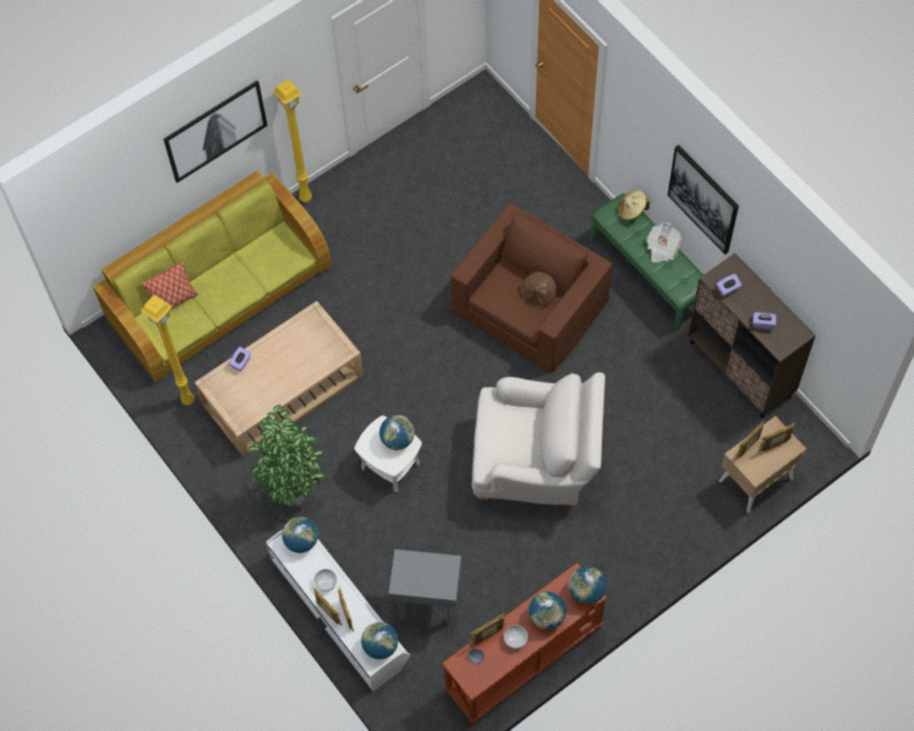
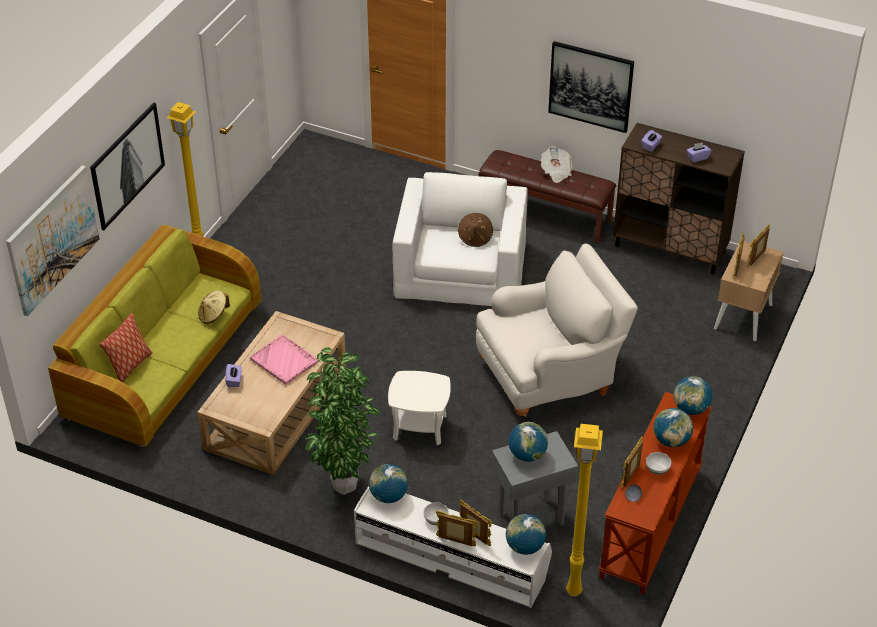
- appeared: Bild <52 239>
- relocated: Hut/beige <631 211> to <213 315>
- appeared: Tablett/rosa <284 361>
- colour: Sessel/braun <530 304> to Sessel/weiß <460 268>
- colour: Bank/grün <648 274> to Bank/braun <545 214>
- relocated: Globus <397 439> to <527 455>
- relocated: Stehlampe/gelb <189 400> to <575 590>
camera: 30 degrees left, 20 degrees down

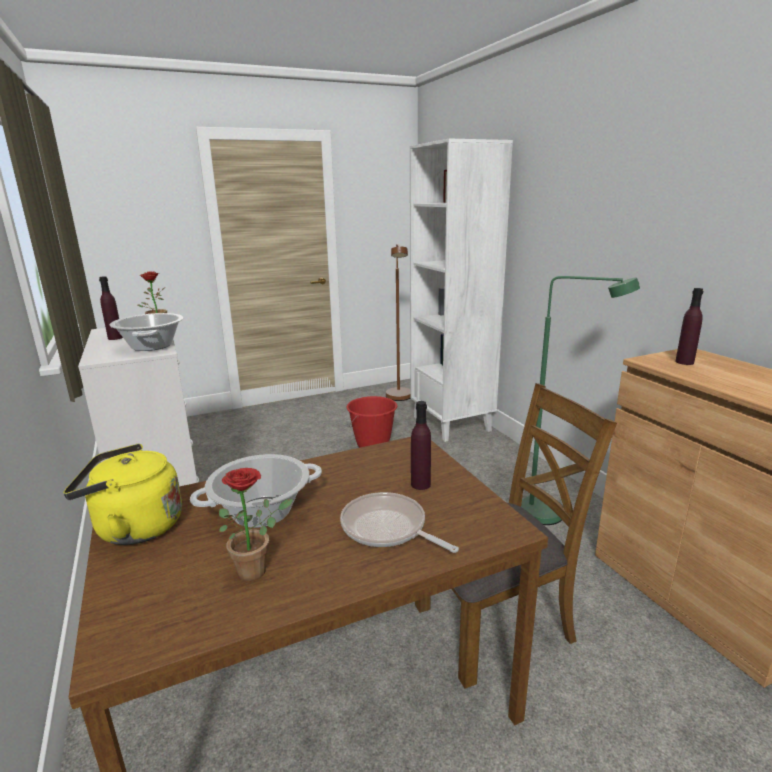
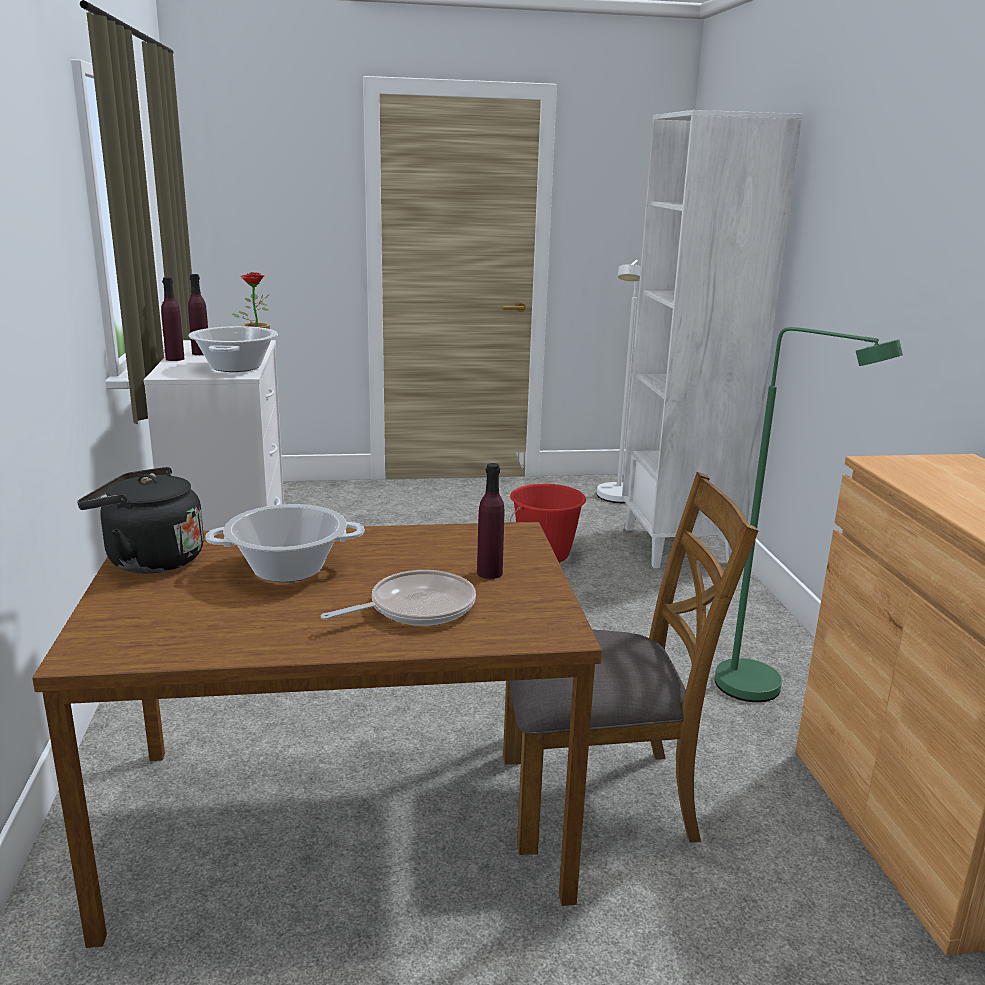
- colour: Wasserkessel/gelb <134 528> to Wasserkessel/schwarz <149 560>
- relocated: Flasche/lila <684 362> to <175 359>
- spun: Pfanne <387 528> = <416 608> 90 degrees clockwise
- colour: Stehlampe/braun <399 399> to Stehlampe/weiß <616 500>
- missing: Topfpflanze <258 569>
camera: 15 degrees right, 0 degrees up

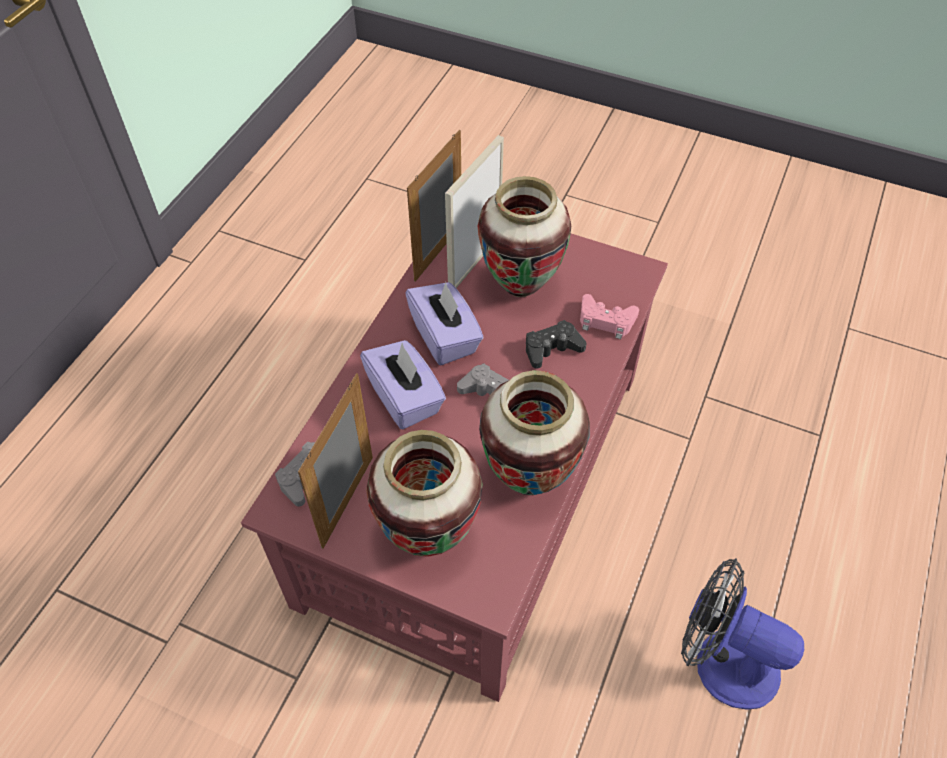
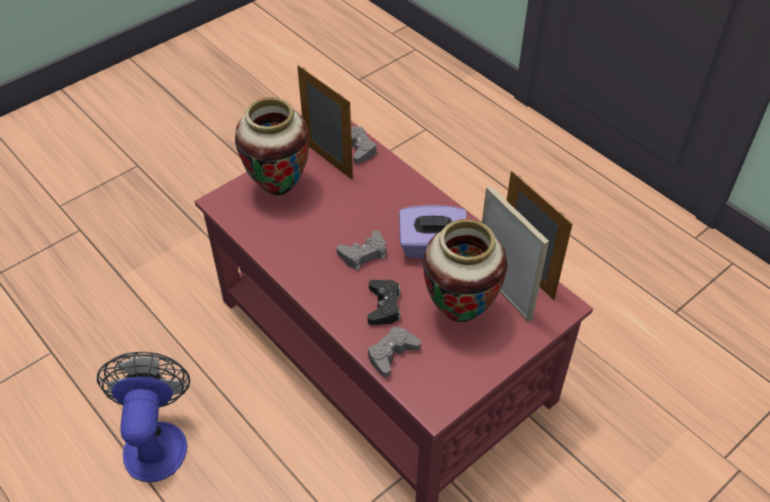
- spun: Ventilator <722 660> = <156 440> 60 degrees counterclockwise
- colour: Gamepad/rosa <606 321> to Gamepad/grau <392 354>
- missing: Taschentuchbox/lila <405 398>
- missing: Vase <529 479>
camera: 115 degrees right, 5 degrees down

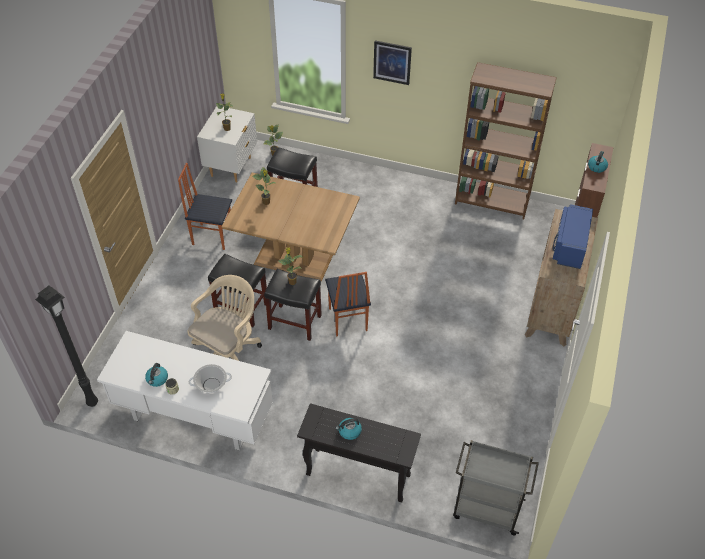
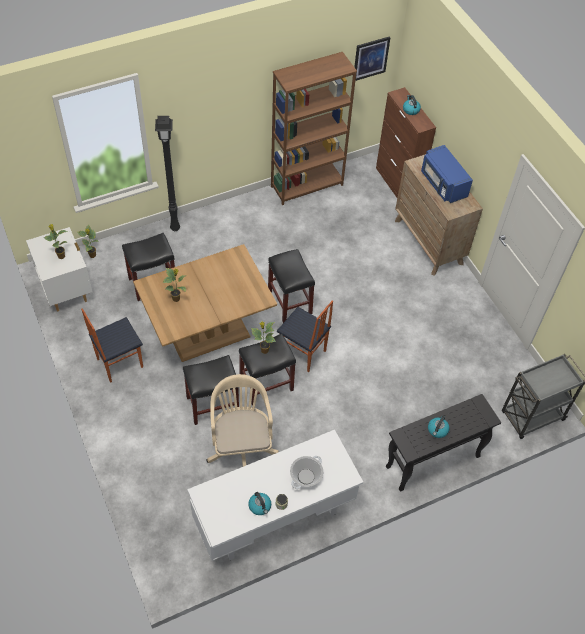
- relocated: Stehlampe/schwarz <93 402> to <175 228>
- appeared: Hocker/schwarz <290 302>
- relocated: Bild <392 62> to <371 58>
camera: 45 degrees left, 5 degrees up

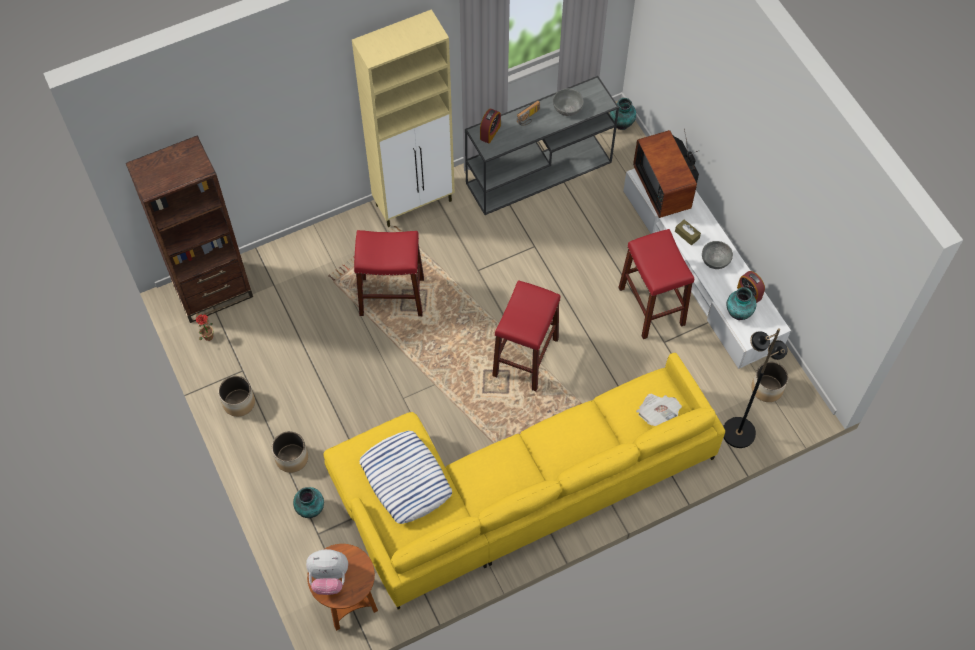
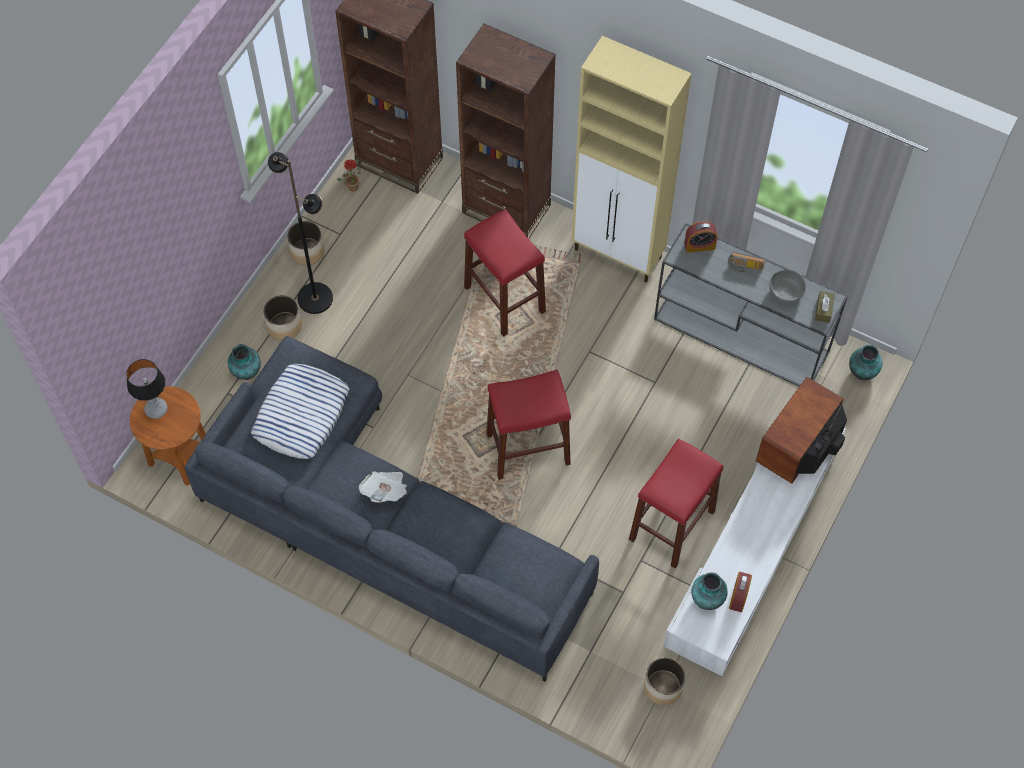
- exchanged: Plüschtier <329 577> to Tischlampe <156 409>
- colour: Sofa/gelb <513 489> to Sofa/grau <382 522>
- relocated: Stehlampe/schwarz <738 432> to <315 298>
- relocated: Zeitung <657 413> to <385 491>
- appeared: Bücherregal/braun <506 209>
- relocated: Taschentuchbox/braun <687 235> to <823 310>
- missing: Schüssel/grau <715 260>
camera: 55 degrees right, 0 degrees up

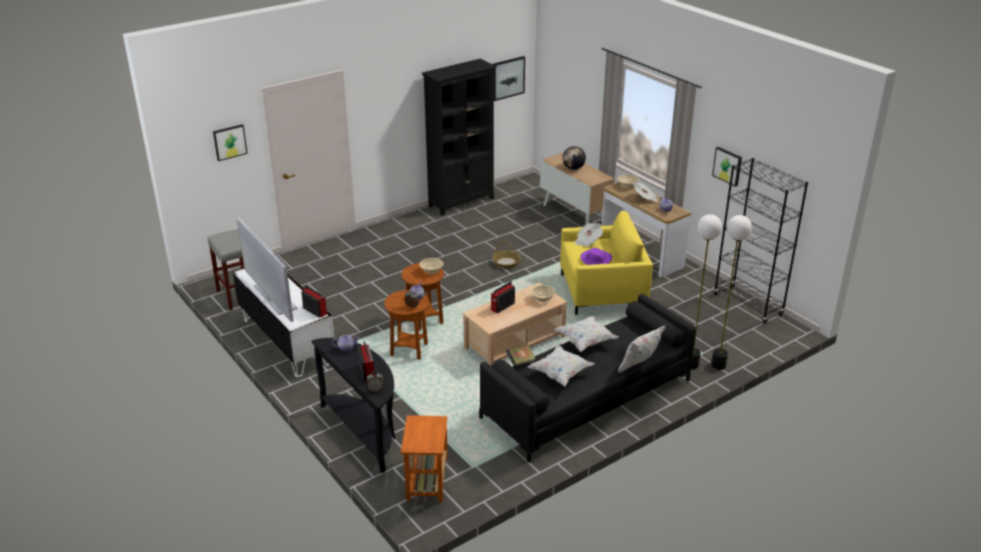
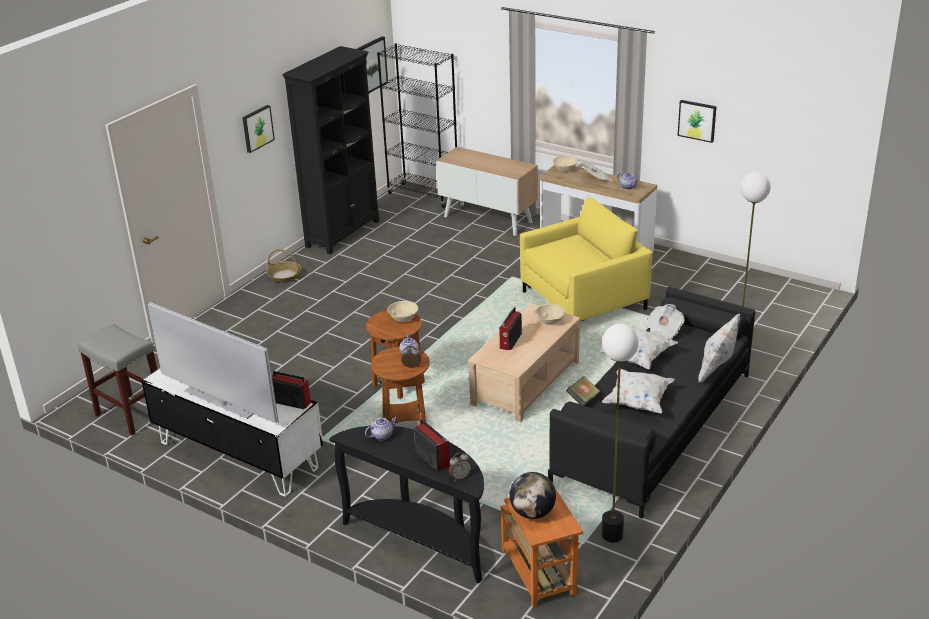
- relocated: Bild <229 142> to <257 128>
- relocated: Korb <506 262> to <284 276>
- relocated: Bücherregal/schwarz <748 305> to <423 196>
- relocated: Globus <573 168> to <532 513>
- relocated: Stehlampe <718 365> to <612 535>
- relocated: Zeitung <587 241> to <663 332>
- missing: Hut/lila <595 259>
camera: 20 degrees left, 0 degrees up

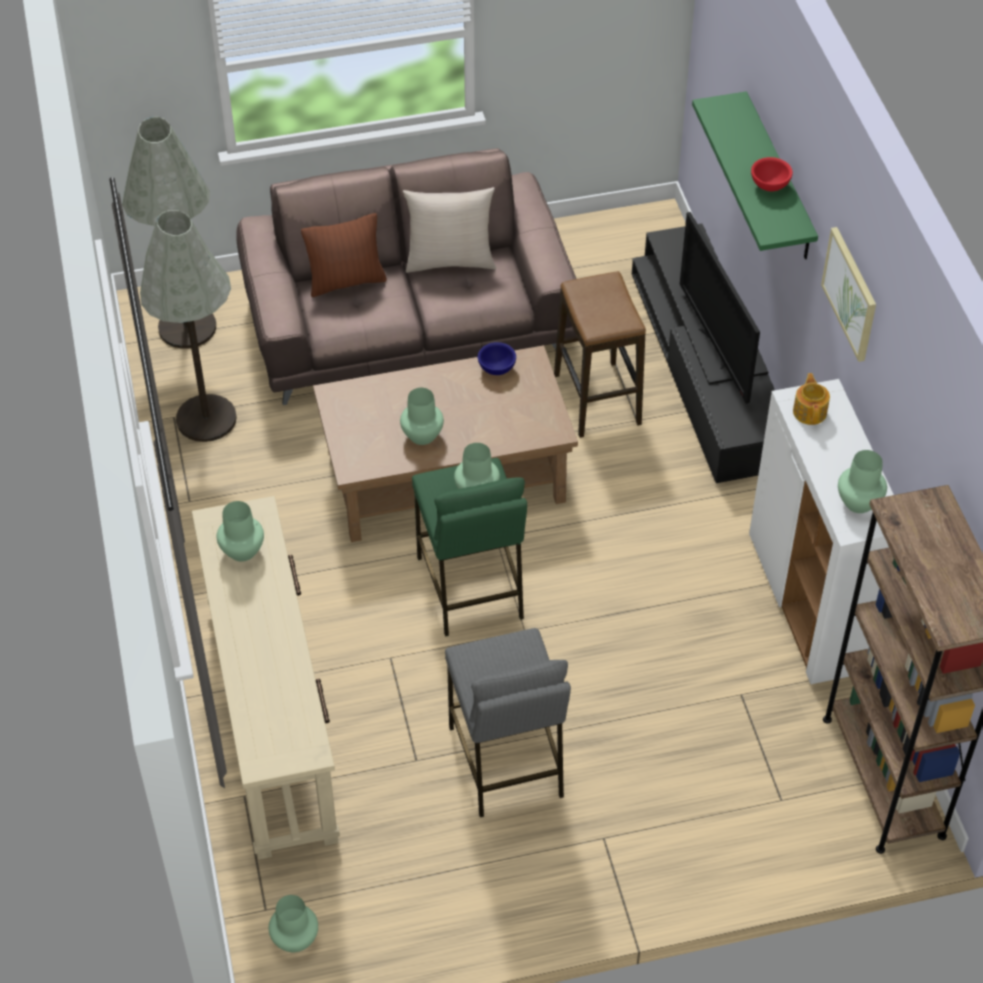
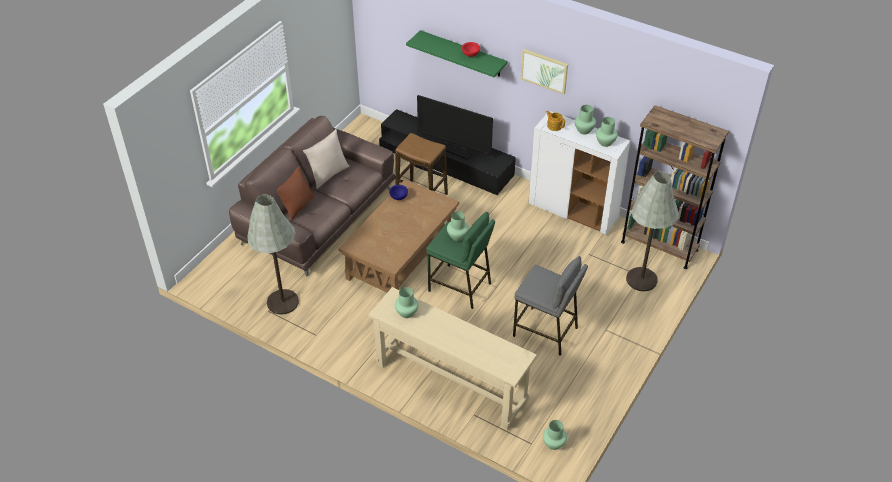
- relocated: Vase/grün <423 435> to <584 130>
- relocated: Stehlampe/grau <187 327> to <641 279>
camera: 45 degrees left, 5 degrees down

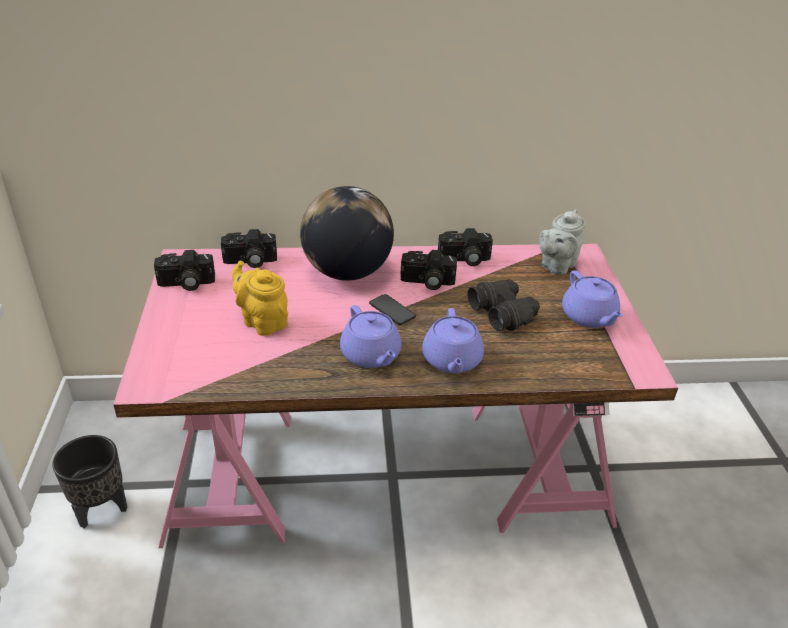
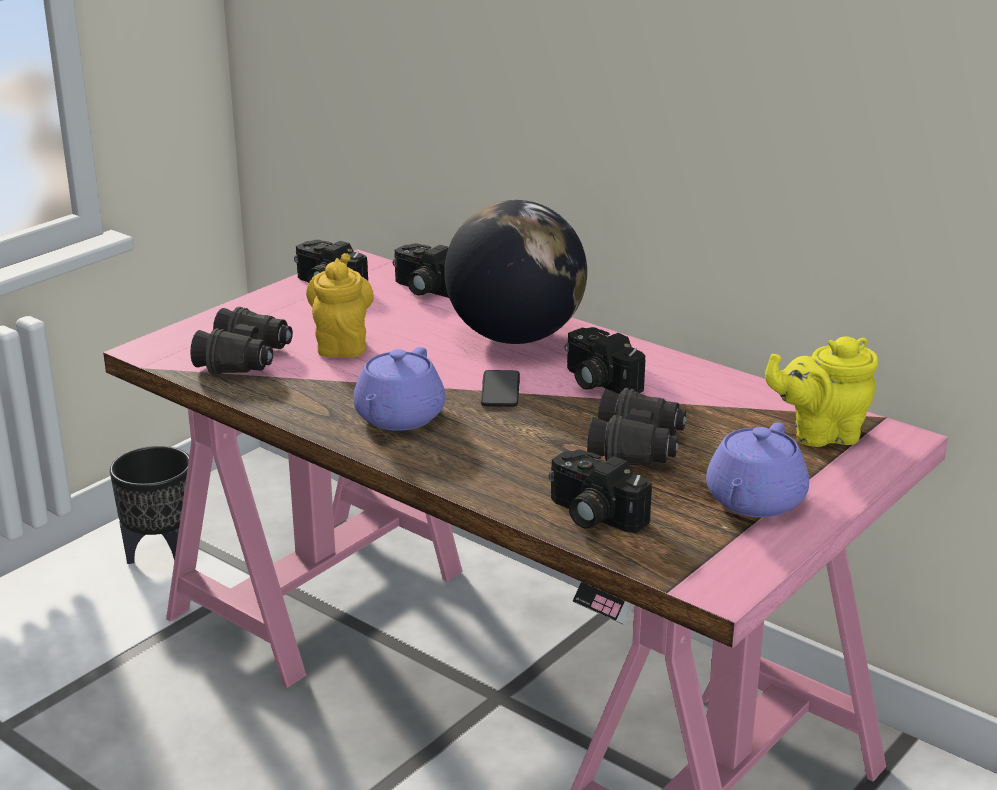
- appeared: Fernglas/schwarz <246 359>
- relocated: Kamera <464 260> to <591 515>
- colour: Teekanne/grau <556 266> to Teekanne/gelb <820 434>
- missing: Teekanne/lila <451 361>
camera: 45 degrees right, 10 degrees down

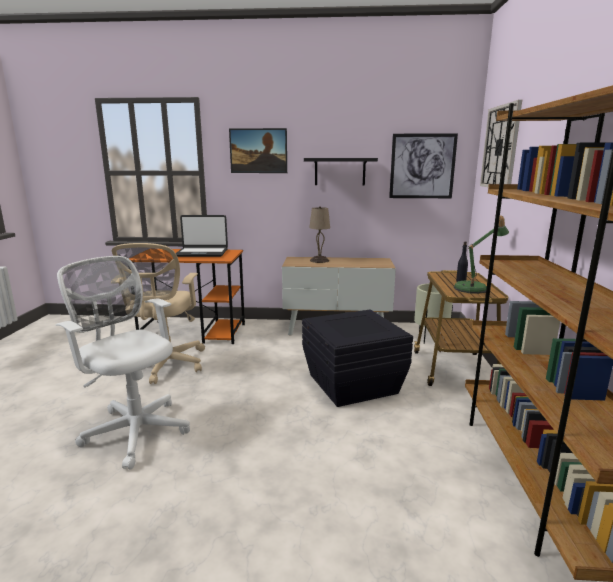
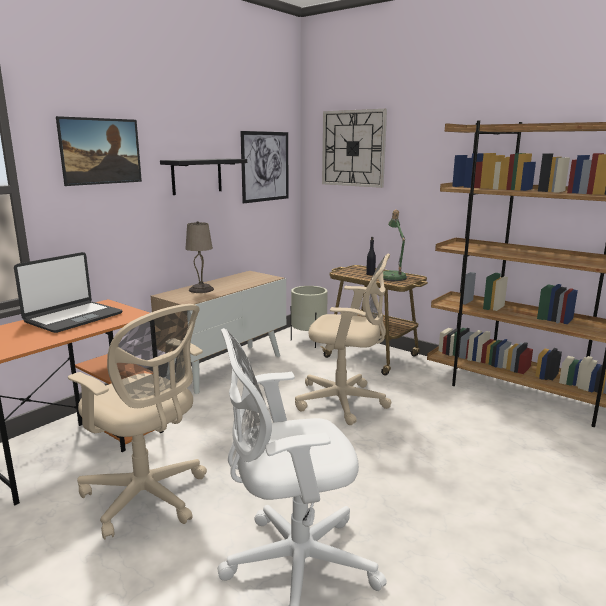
- exchanged: Aufbewahrungsbox/schwarz <351 384> to Bürostuhl/beige <345 402>
camera: 55 degrees left, 0 degrees up

